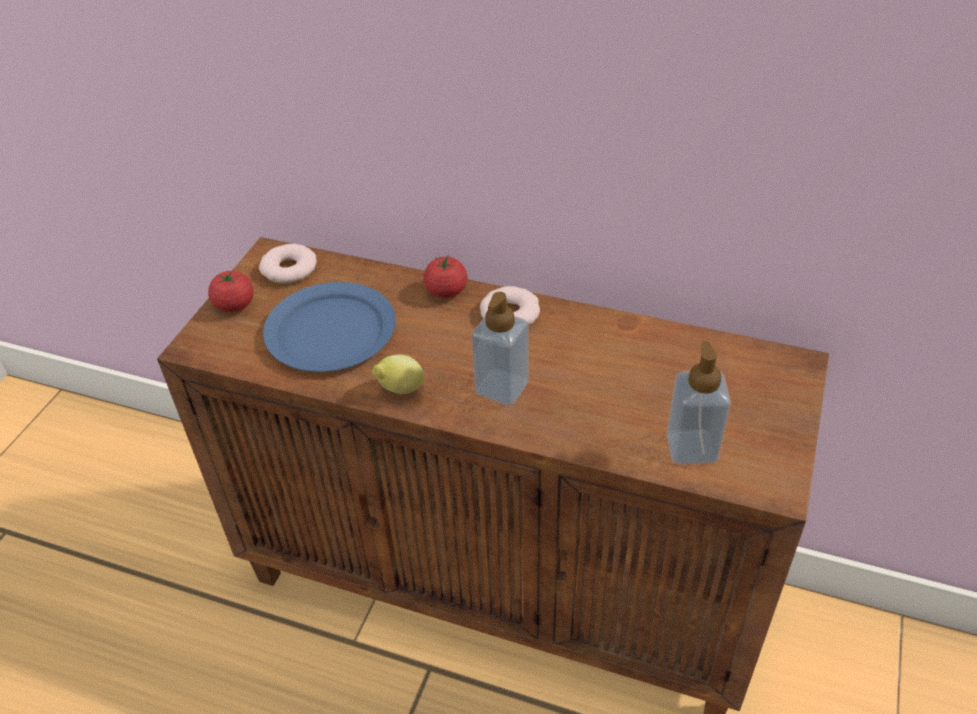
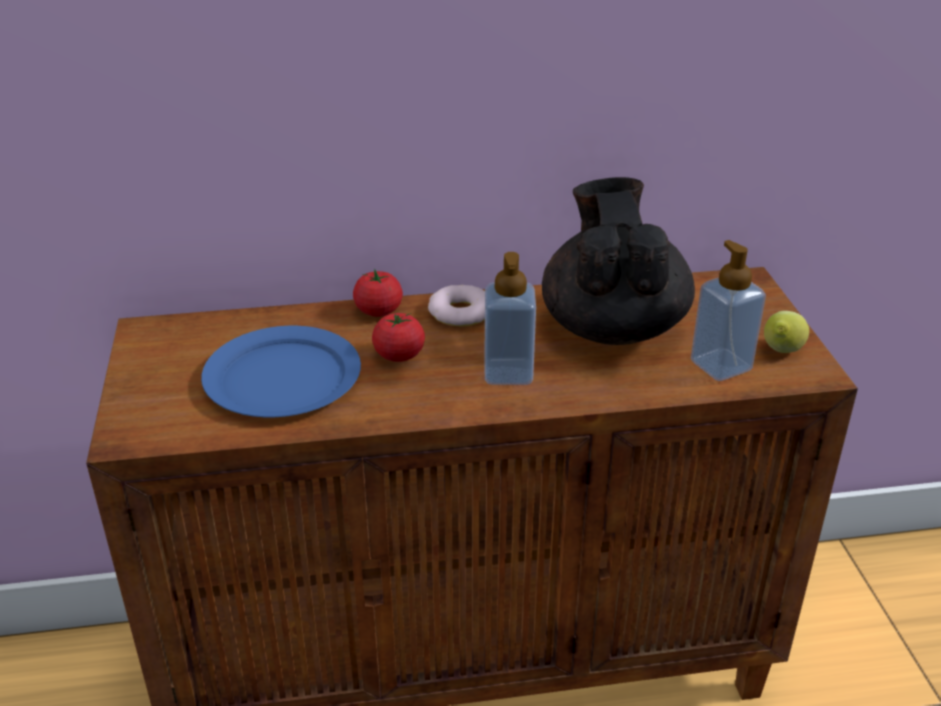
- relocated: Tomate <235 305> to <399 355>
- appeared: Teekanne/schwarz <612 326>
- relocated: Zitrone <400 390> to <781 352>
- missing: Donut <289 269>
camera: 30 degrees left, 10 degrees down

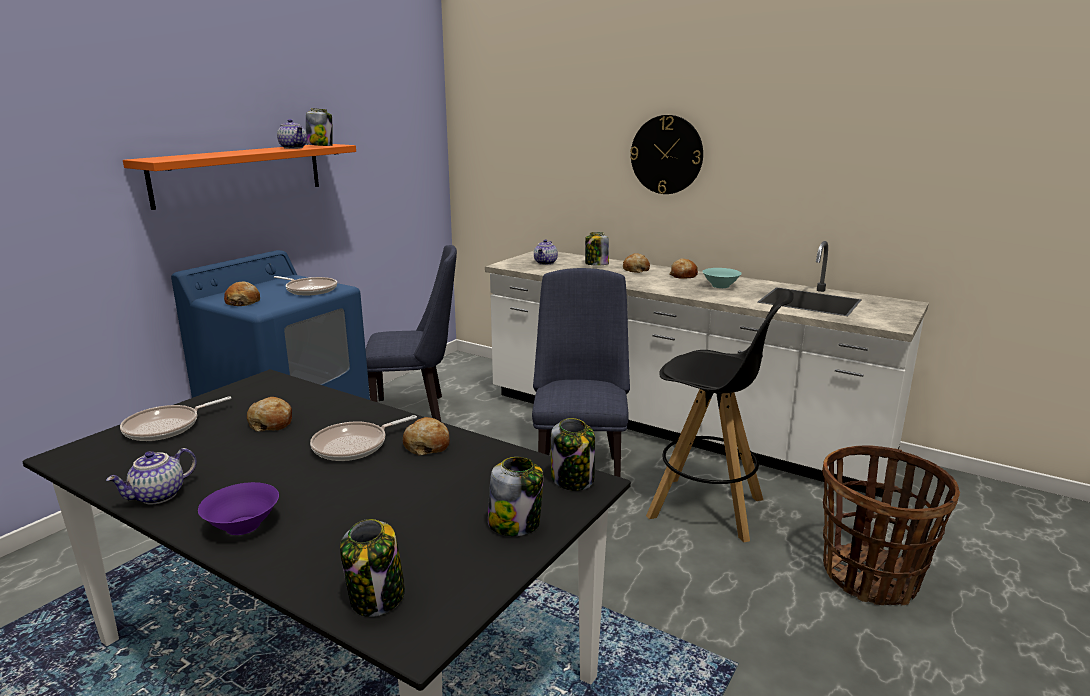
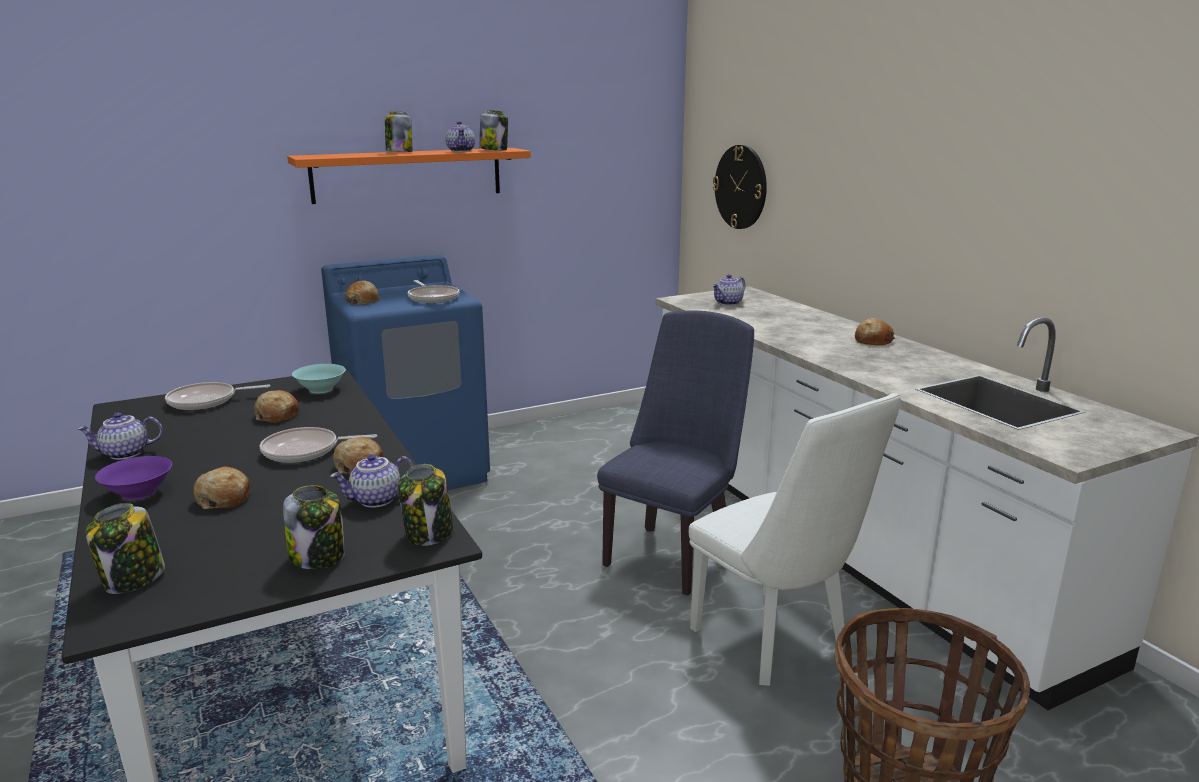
- relocated: Brot <635 269> to <224 498>
- relocated: Schüssel/türkis <720 286> to <320 389>
- appeared: Teekanne <376 500>
- relocated: Vorratsglas <596 264> to <399 152>
- exchanged: Hocker/schwarz <707 508> to Stuhl/weiß <777 643>
- relocated: Wanduhr <666 155> to <741 187>
- missing: Stuhl/blau <417 411>
camera: 30 degrees right, 0 degrees up

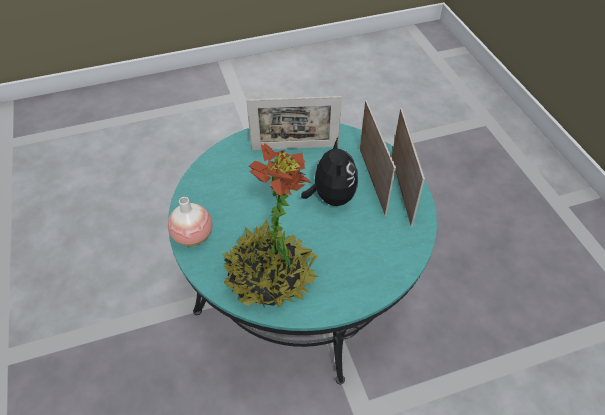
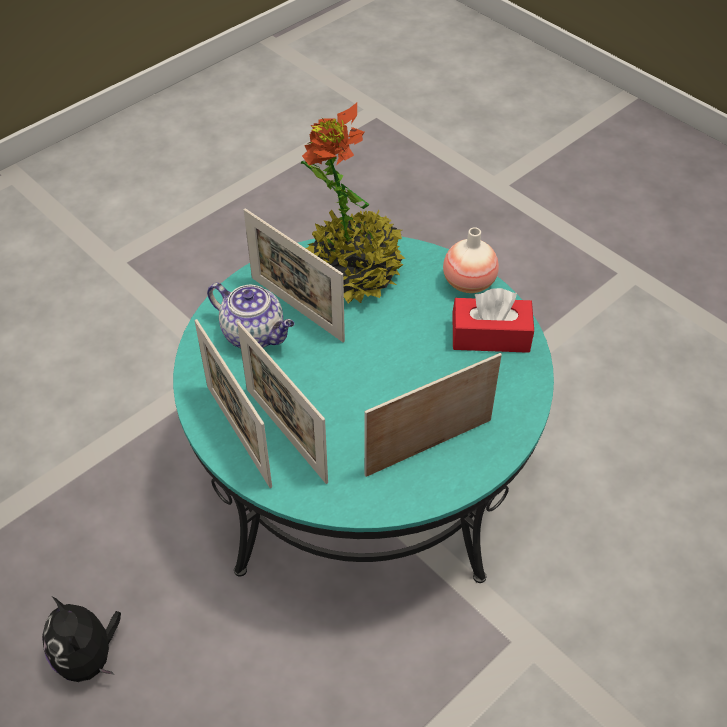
- relocated: Plüschtier <331 197> to <89 657>
- appeared: Teekanne <255 334>
- appeared: Bilderrahmen <297 309>
- appeared: Taschentuchbox/rot <490 336>
camera: 155 degrees right, 0 degrees up

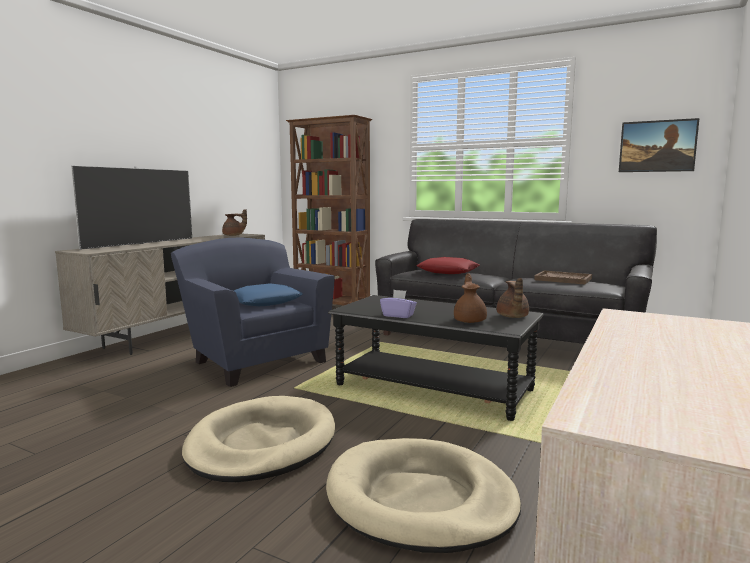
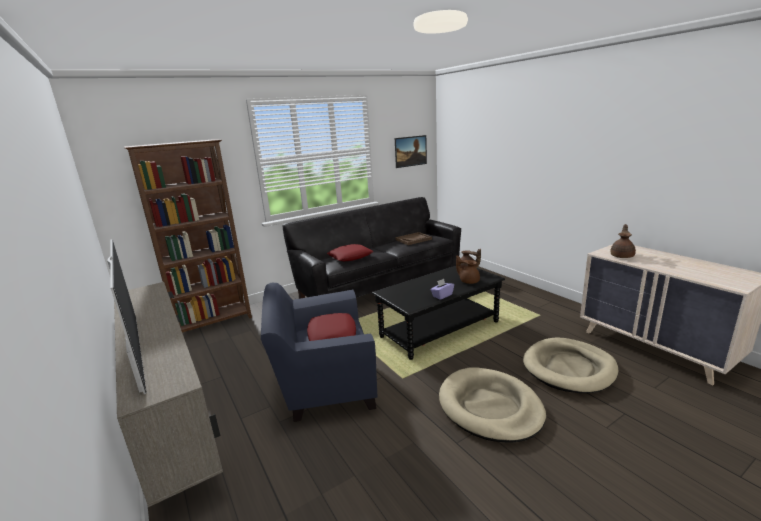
- colour: Kissen/blau <265 302> to Kissen/rot <332 334>
- relocated: Teekanne/braun <233 235> to <622 256>
camera: 60 degrees left, 10 degrees up

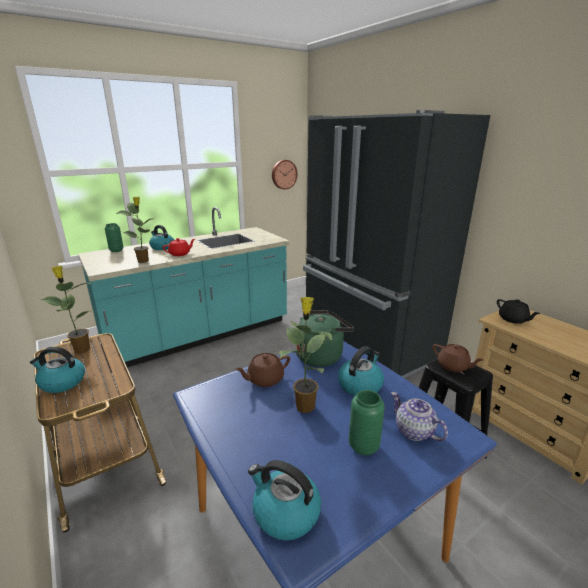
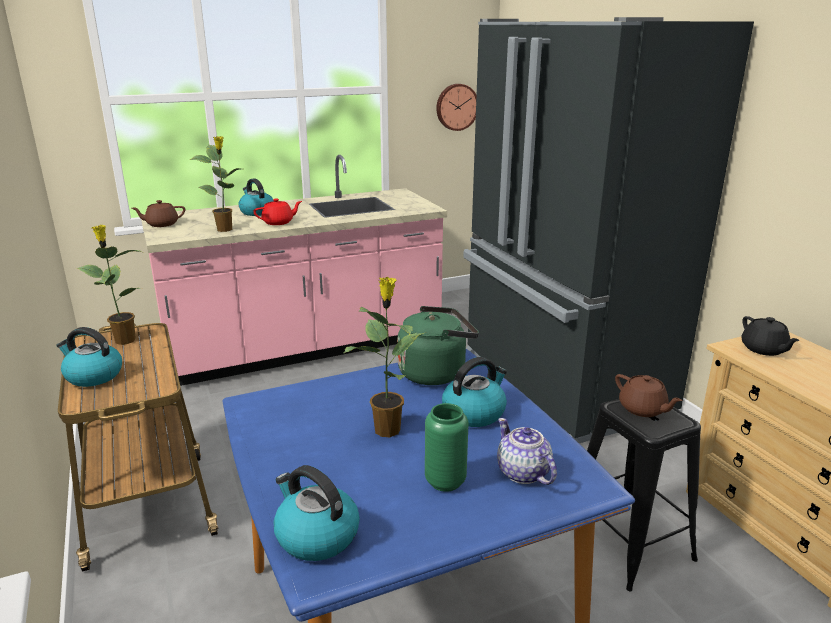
- relocated: Teekanne/braun <264 379> to <161 224>
- colour: Küchenzeile/türkis <199 334> to Küchenzeile/rosa <305 347>
- missing: Vase/grün <116 250>
camera: 10 degrees right, 0 degrees up

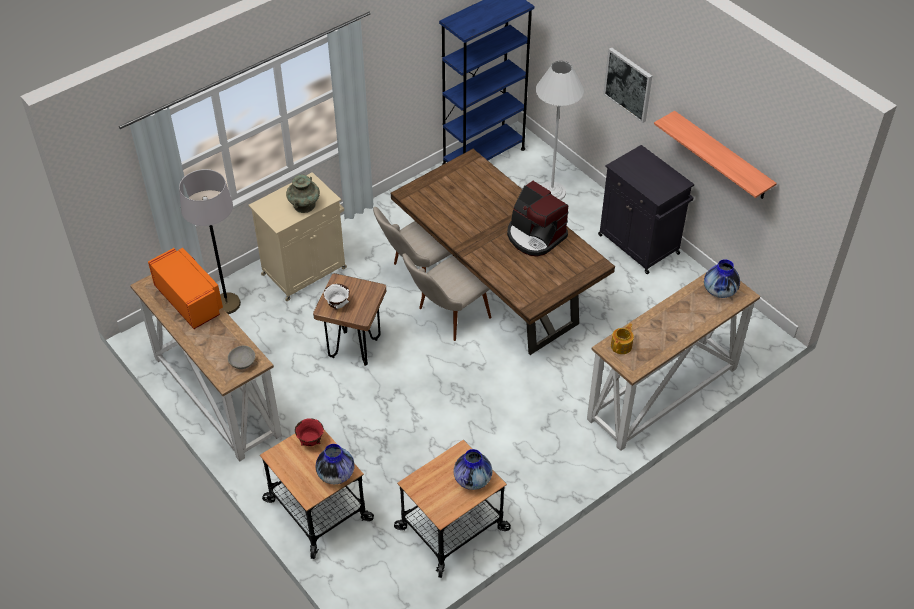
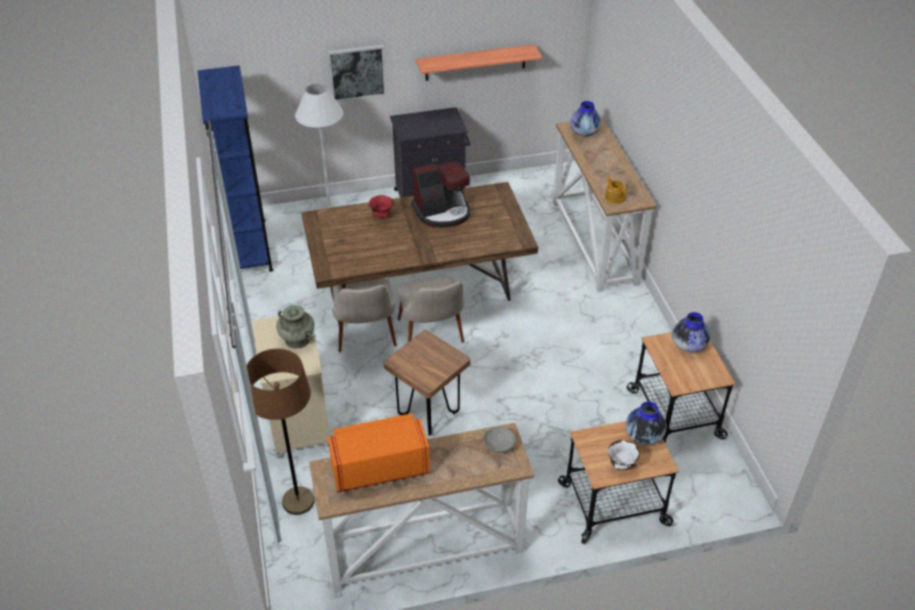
- colour: Stehlampe/grau <227 304> to Stehlampe/braun <298 501>
- relocated: Schüssel/rot <311 441> to <382 216>
- relocated: Schüssel/weiß <337 304> to <621 465>
camera: 65 degrees left, 5 degrees down

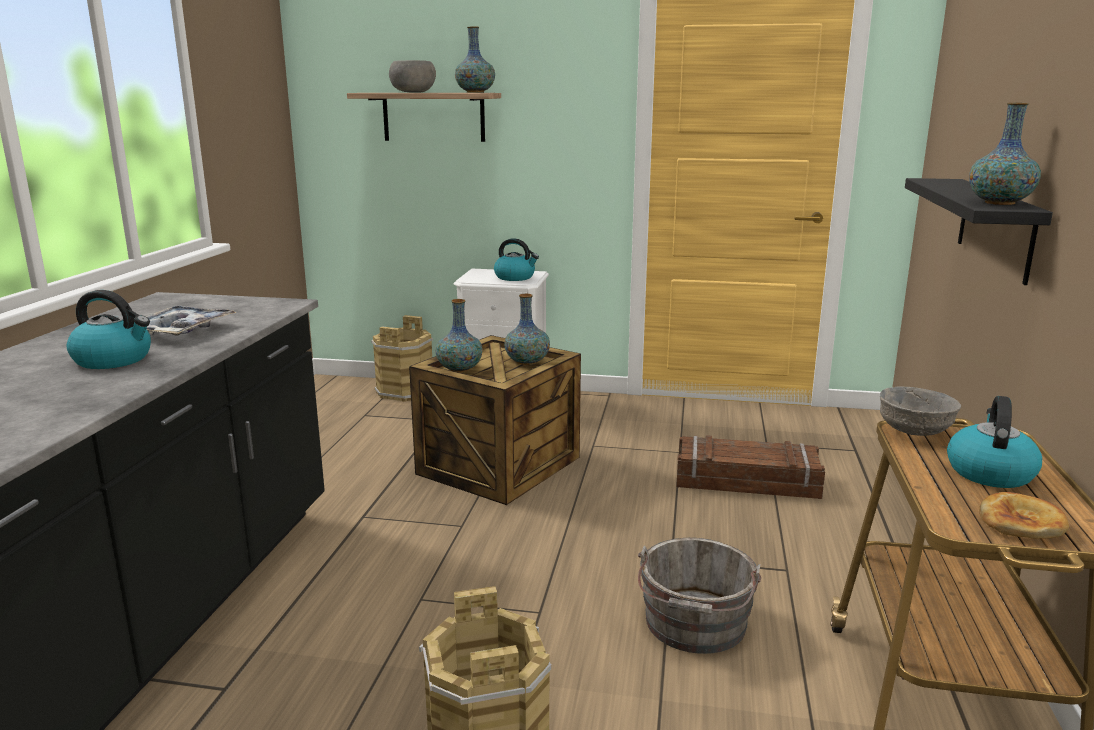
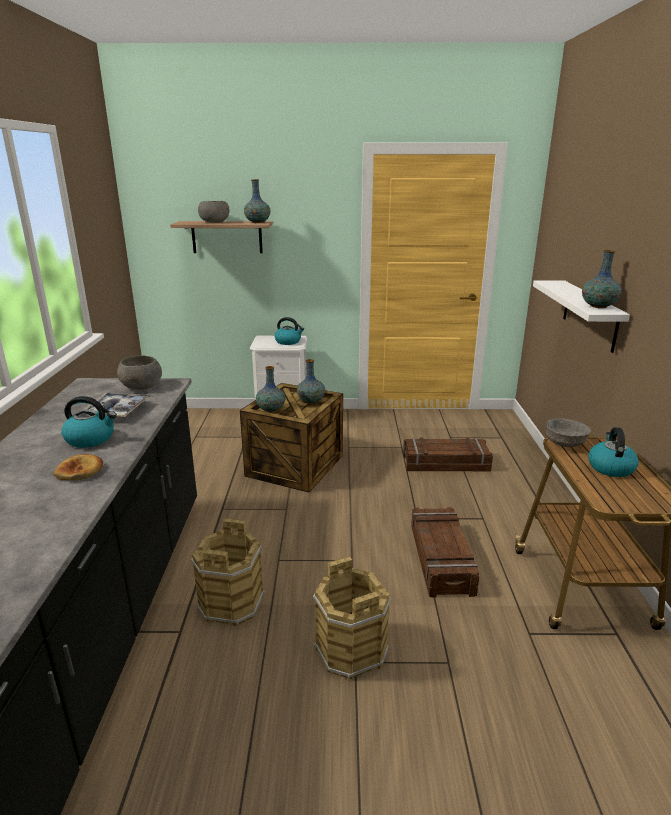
- relocated: Brot <1021 522> to <80 471>
- appeared: Schüssel/grau <142 386>
- relocated: Eimer/braun <404 391> to <230 602>
- exchanged: Eimer/grau <694 626> to Kiste <442 559>
- colour: Wandregal/schwarz <995 227> to Wandregal/weiß <590 314>
camera: 10 degrees left, 5 degrees up

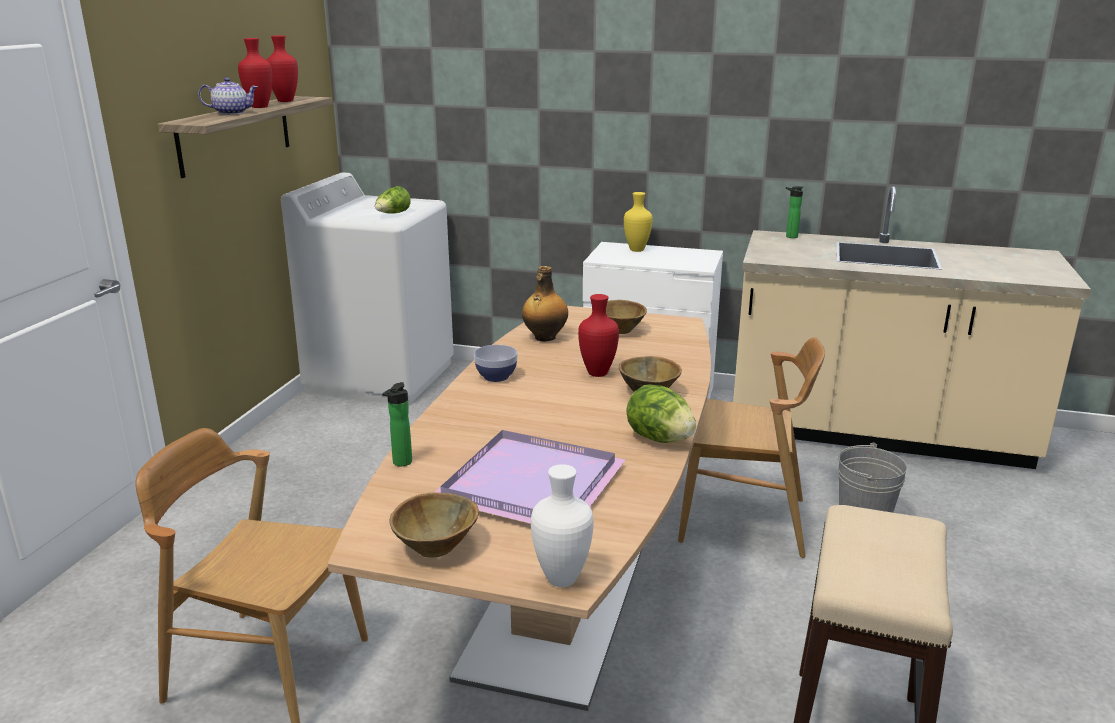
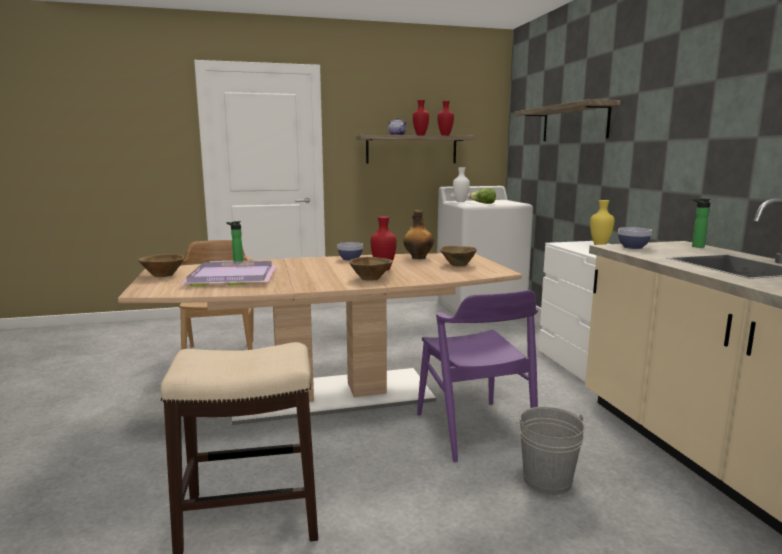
- colour: Stuhl/braun <743 520> to Stuhl/lila <474 430>
- relocated: Vase/weiß <563 580> to <460 202>
- appeared: Wandregal <574 123>
- appeared: Schüssel <633 247>
- missing: Salatkopf <659 439>
camera: 60 degrees right, 10 degrees down

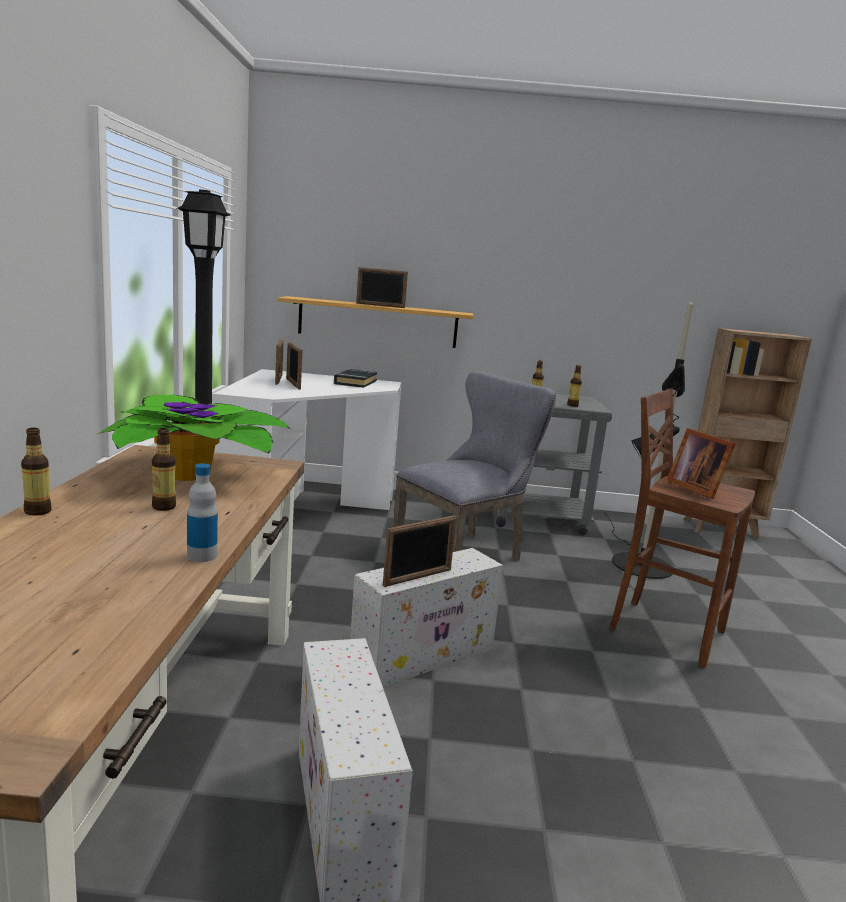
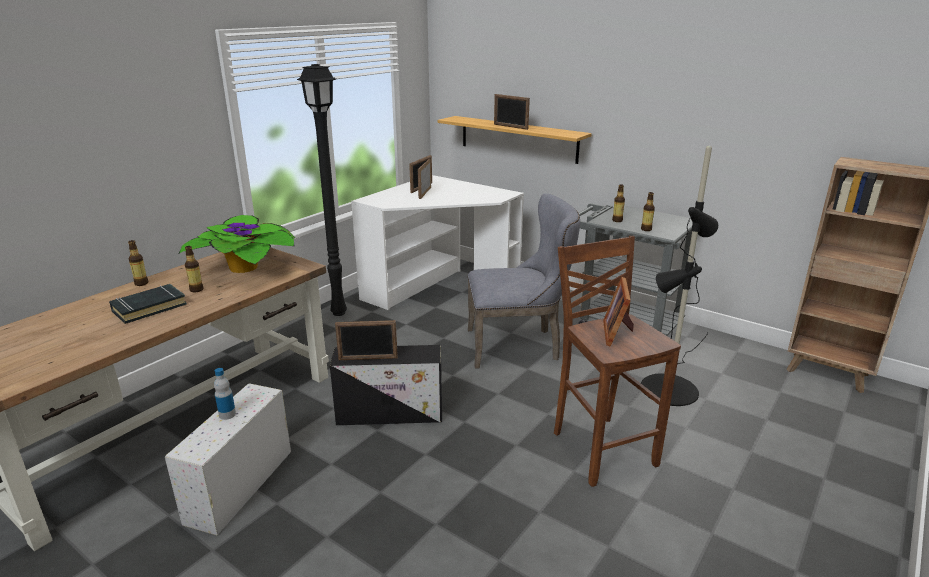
- relocated: Buch/schwarz <355 382> to <149 307>
- relocated: Flasche <202 556> to <227 414>
- colour: Aufbewahrungsbox/weiß <424 656> to Aufbewahrungsbox/schwarz <392 413>
camera: 35 degrees right, 10 degrees up

